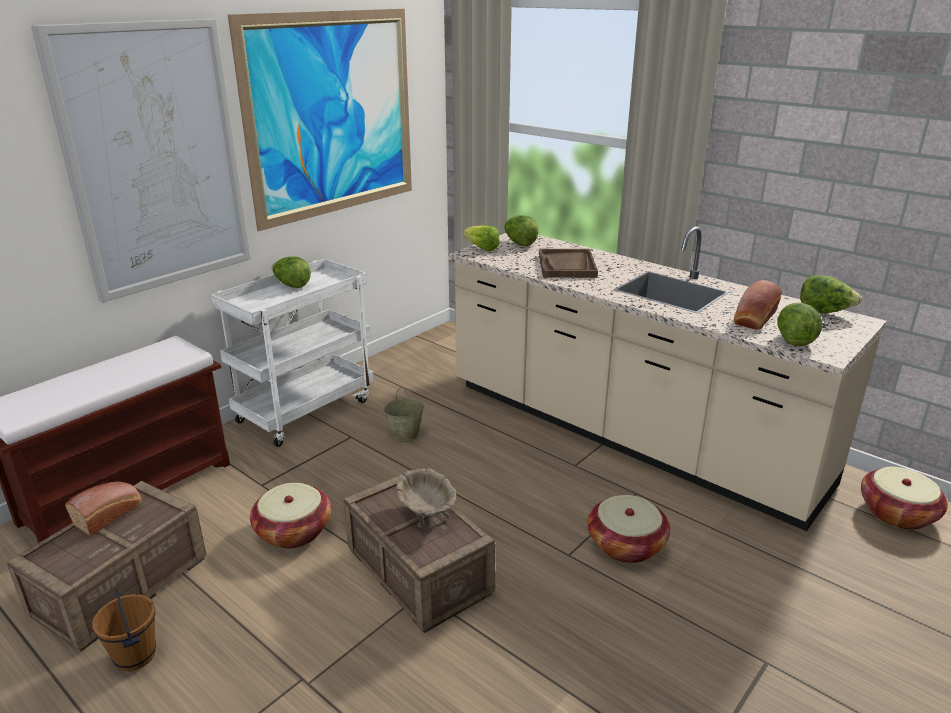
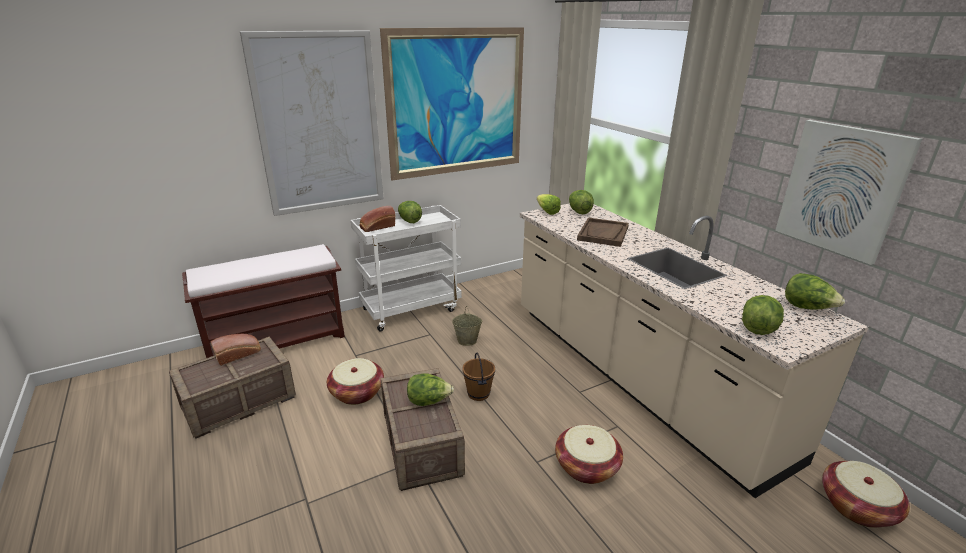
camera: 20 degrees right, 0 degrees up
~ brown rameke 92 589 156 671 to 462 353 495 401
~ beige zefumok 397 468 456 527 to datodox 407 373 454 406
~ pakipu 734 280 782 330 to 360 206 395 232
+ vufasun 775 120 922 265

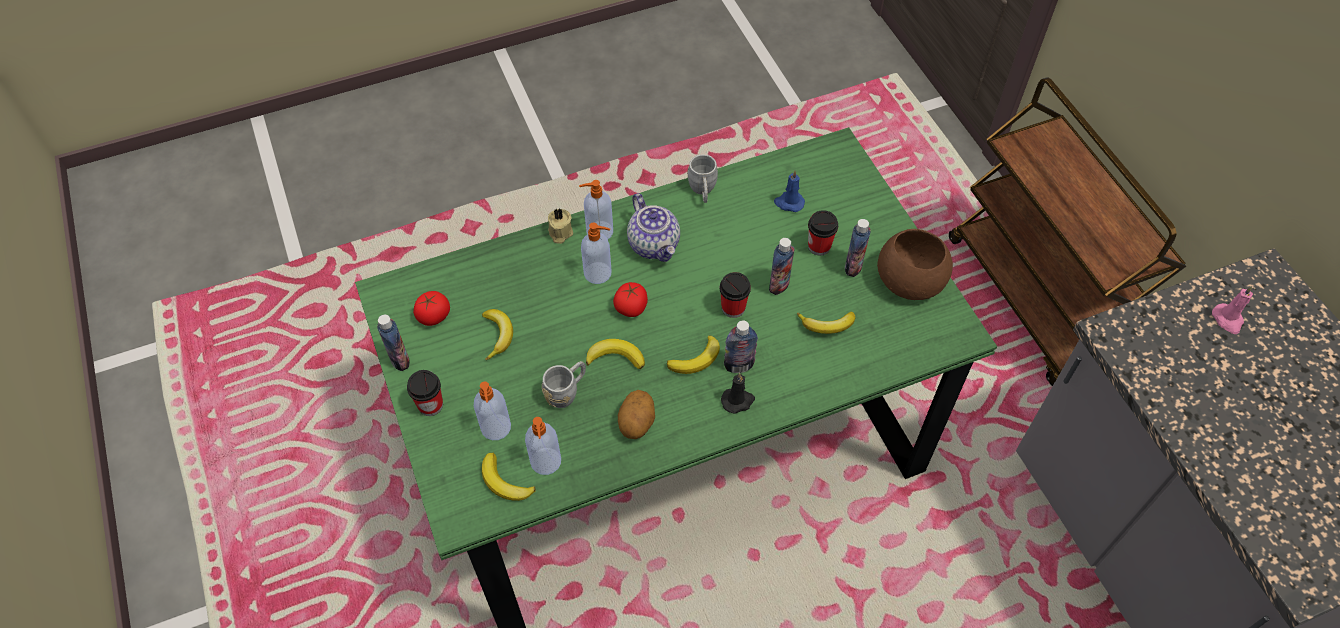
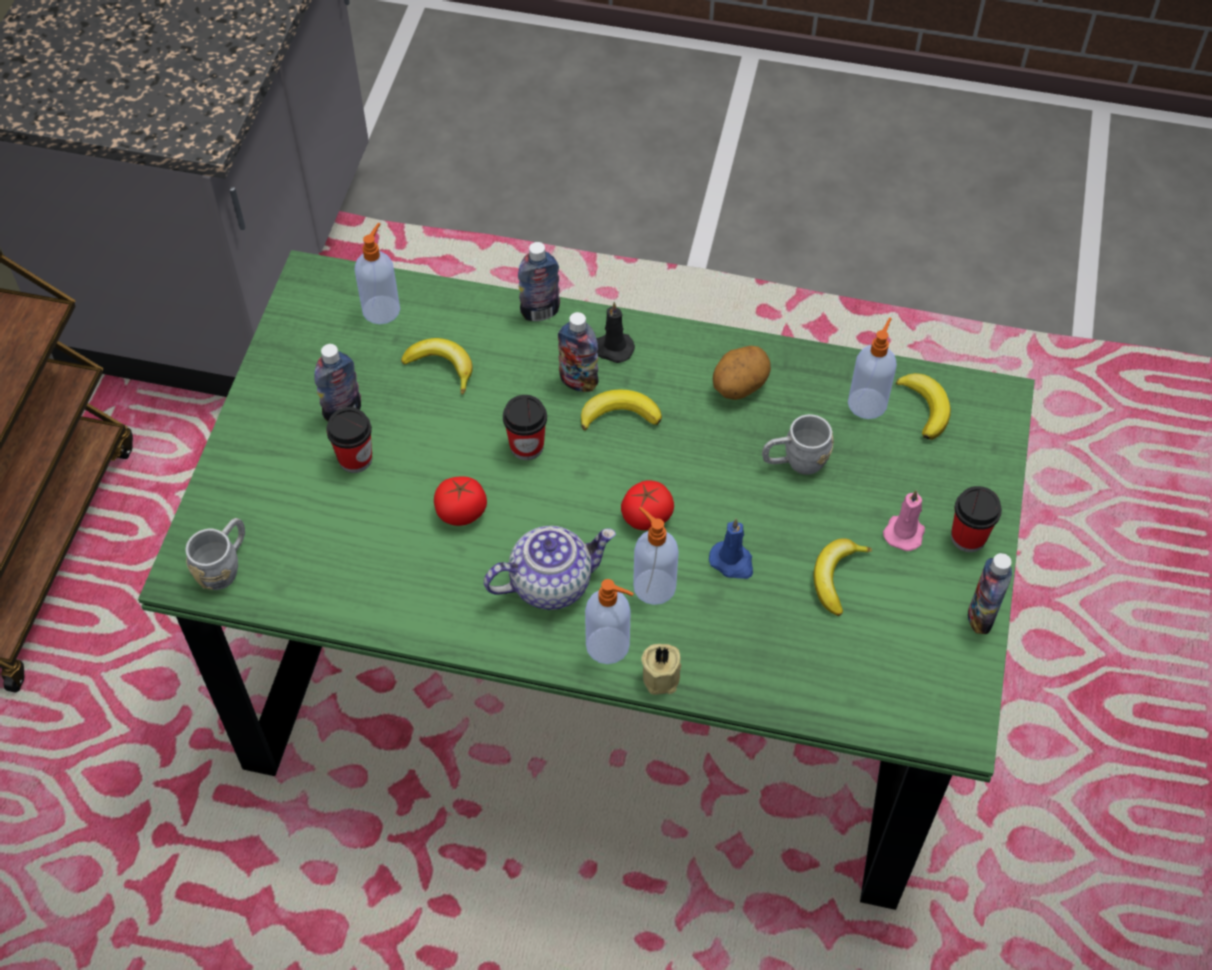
camera: 145 degrees left, 0 degrees up
~ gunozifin 413 291 450 326 to 434 477 487 526
~ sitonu 474 381 511 440 to 354 223 400 324
- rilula 586 339 645 369
~ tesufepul 627 193 680 262 = 484 526 616 610 60 degrees clockwise
~ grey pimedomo 687 154 718 203 to 185 518 245 590
~ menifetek 769 238 795 295 to 518 242 560 321
~ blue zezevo 774 170 805 212 to 709 518 753 579
- brown zefumok 877 229 953 300
~ pink zezevo 1212 286 1253 334 to 883 490 925 551

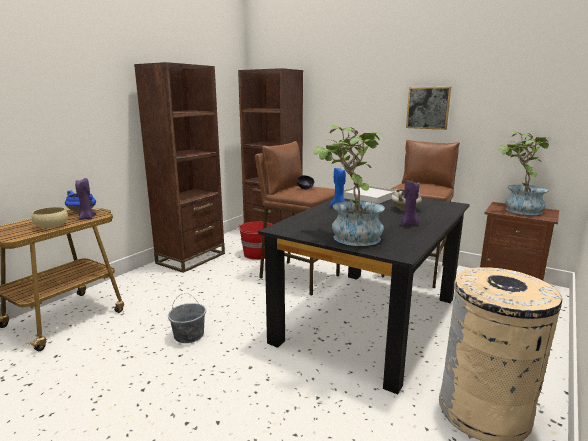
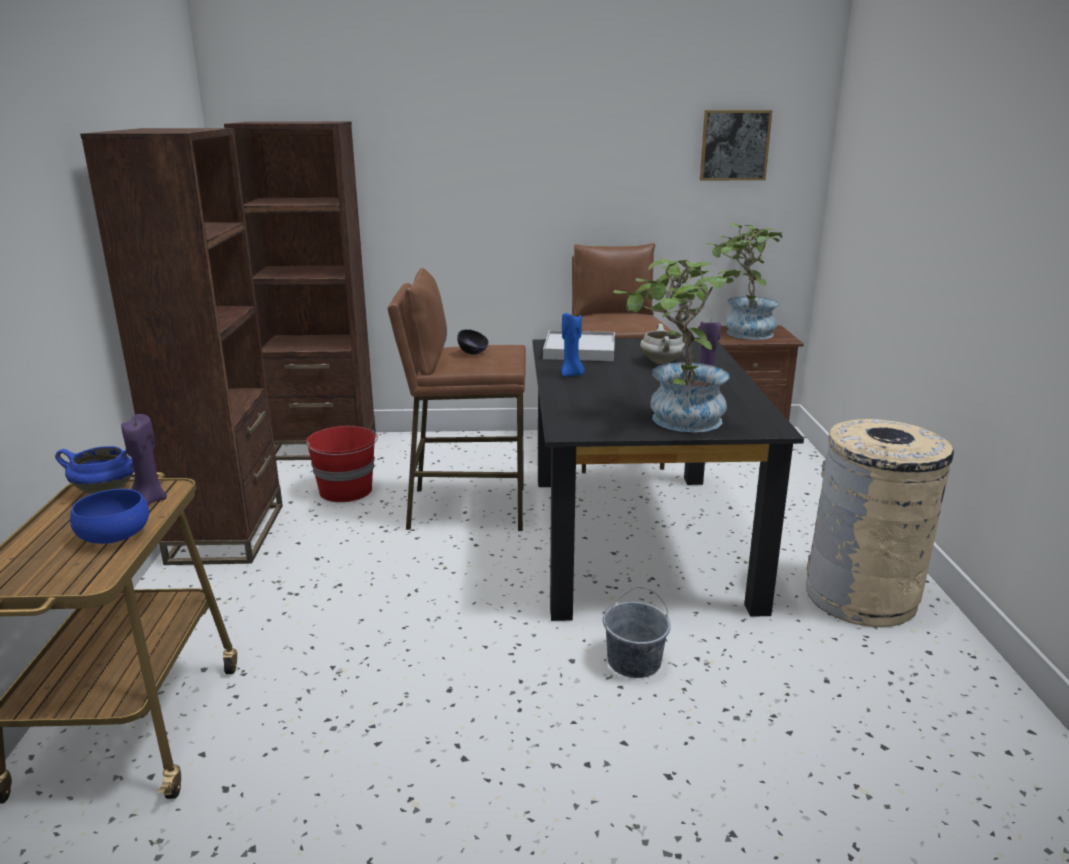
camera: 35 degrees left, 5 degrees up
~ beige zefumok 32 207 68 228 to blue zefumok 70 489 149 544
~ grey rameke 168 293 206 343 to 603 587 671 678
~ vufasun 406 87 451 130 to 700 110 772 180

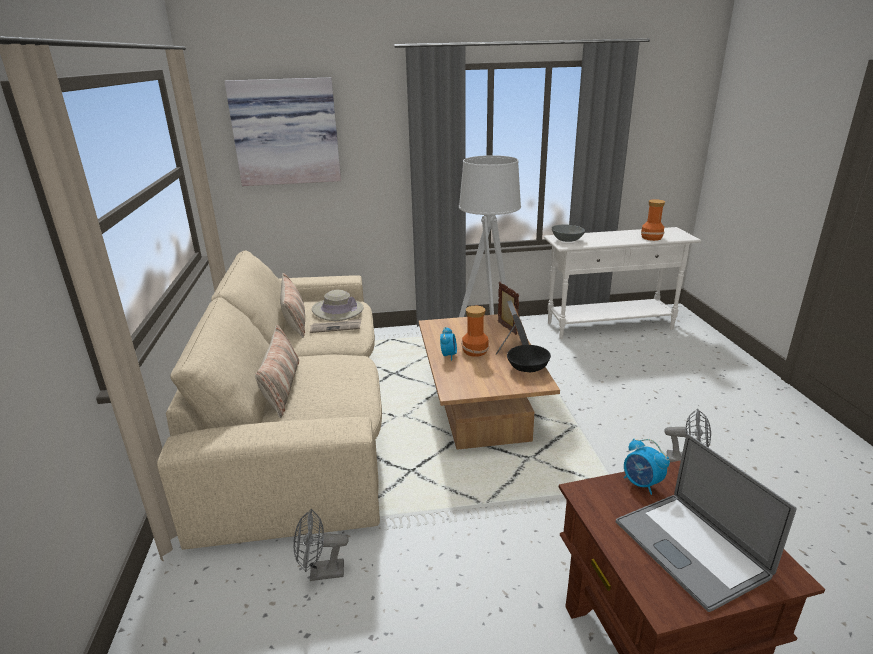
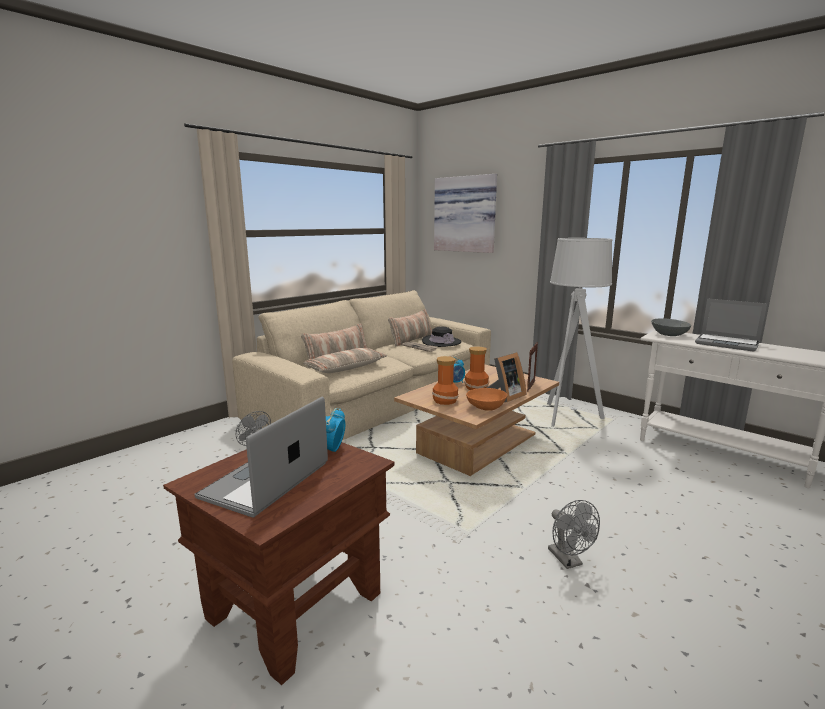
camera: 50 degrees right, 10 degrees down
~ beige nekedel 312 290 364 321 to black nekedel 422 327 461 347
~ black zefumok 507 345 551 372 to orange zefumok 466 388 507 411
~ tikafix 641 199 665 241 to 432 356 459 405
+ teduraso 303 348 388 373
+ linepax 695 298 767 352

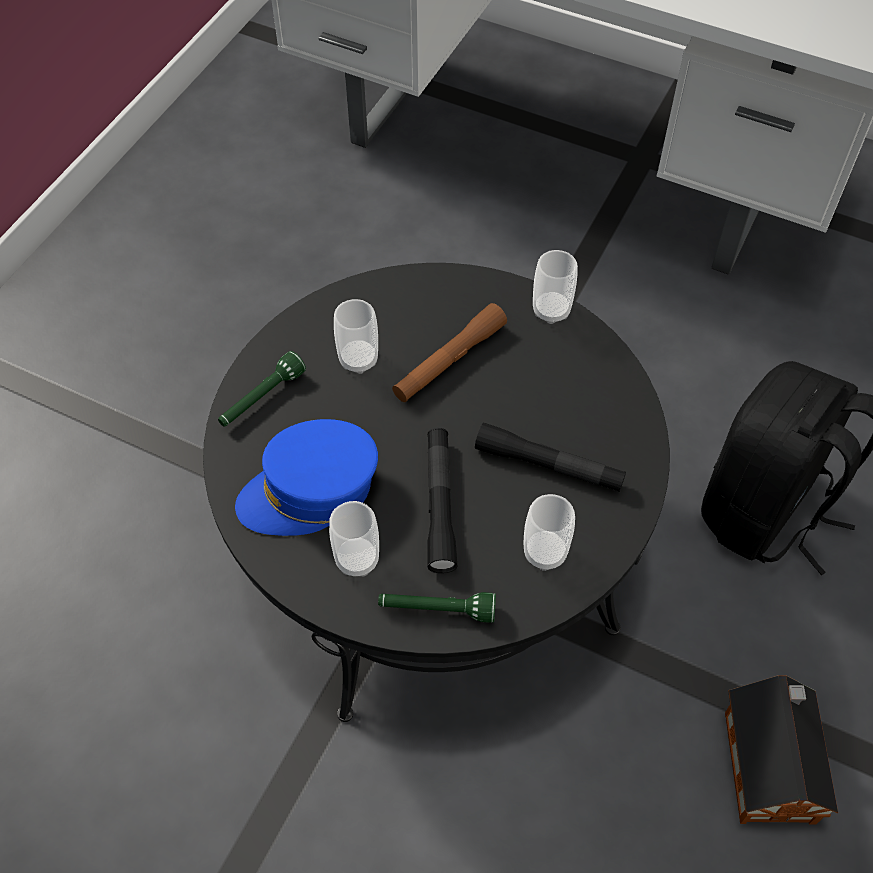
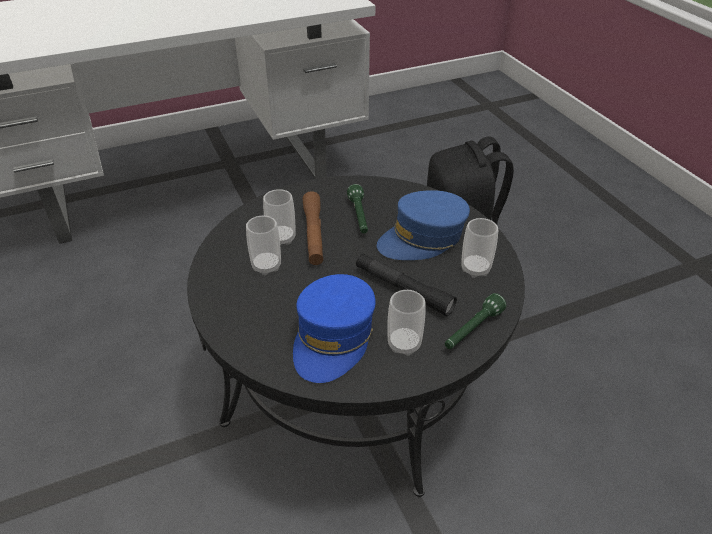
camera: 50 degrees left, 15 degrees down
~ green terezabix 218 351 306 427 to 347 184 368 233
~ black terezabix 475 423 626 492 to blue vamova 377 190 470 260
~ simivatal 533 250 578 324 to 263 189 295 245
- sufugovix 725 675 838 824

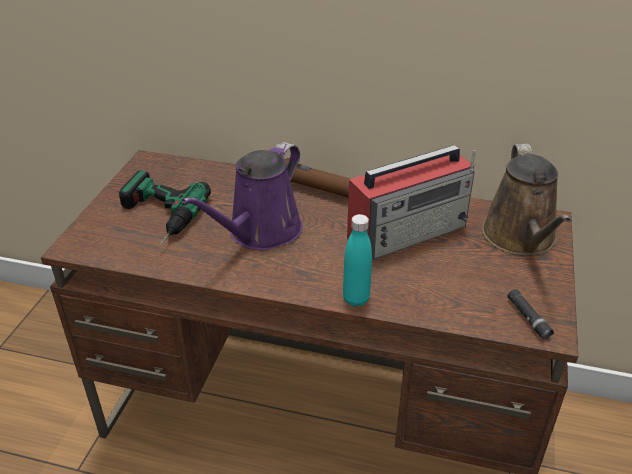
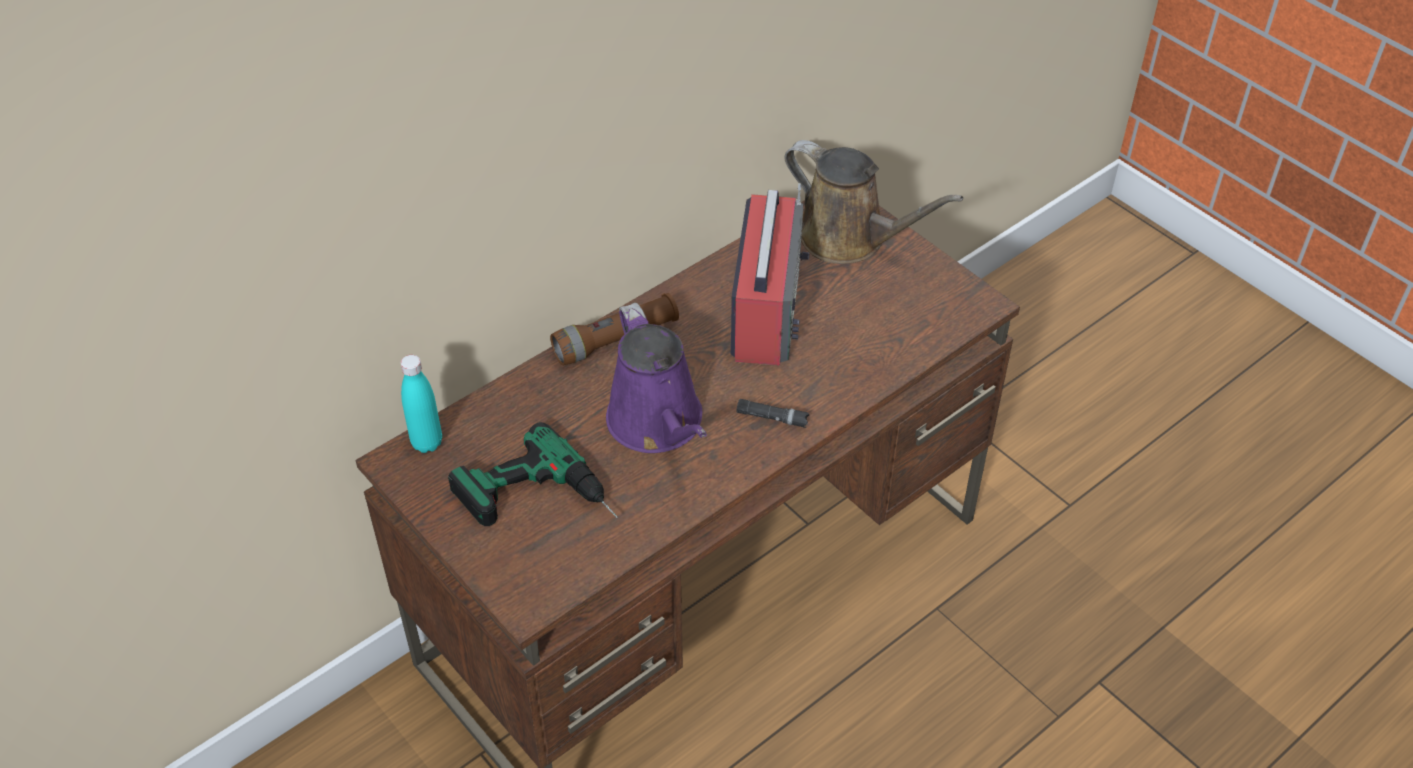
camera: 55 degrees left, 10 degrees up
~ turquoise menifetek 343 214 372 307 to 401 355 442 453
~ black terezabix 507 289 554 340 to 737 399 809 428

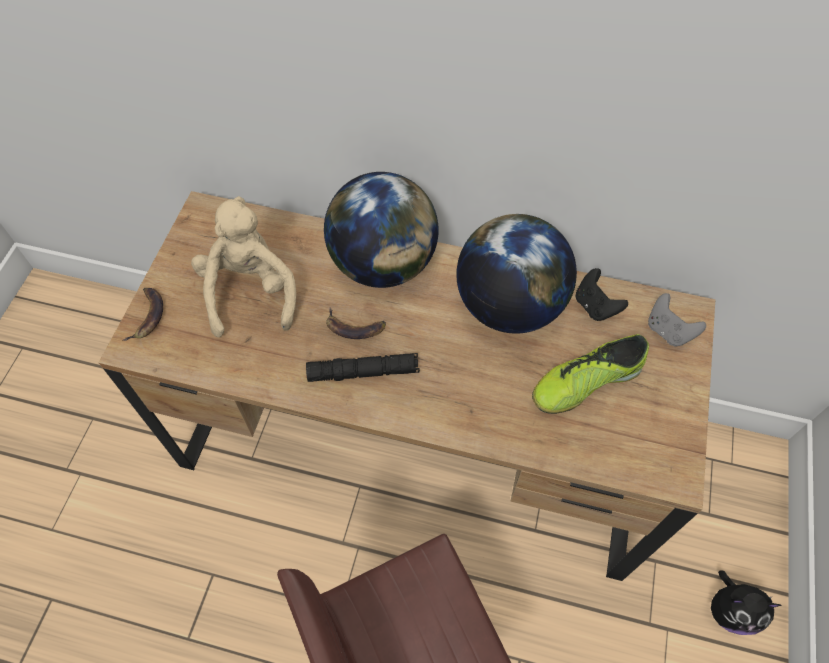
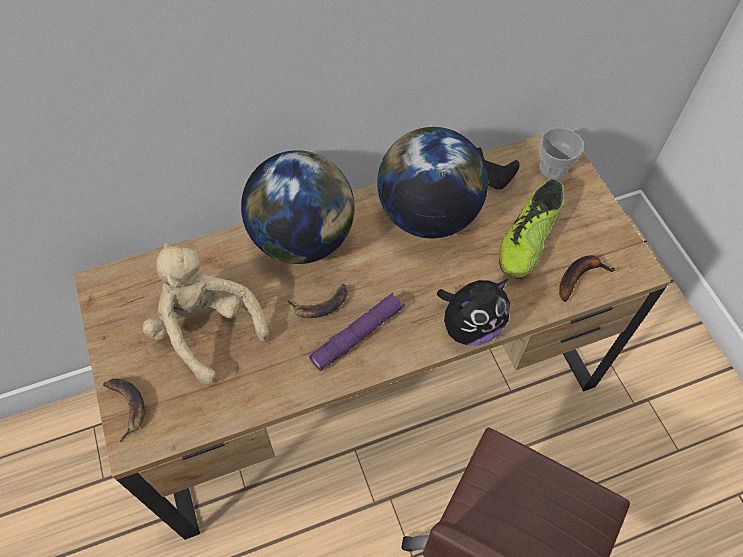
camera: 35 degrees left, 0 degrees up
~ black terezabix 306 353 420 382 to purple terezabix 309 293 405 371
~ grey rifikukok 648 293 706 347 to simivatal 539 128 584 179
~ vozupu 711 570 782 635 to 437 279 510 345
+ rilula 559 255 615 302

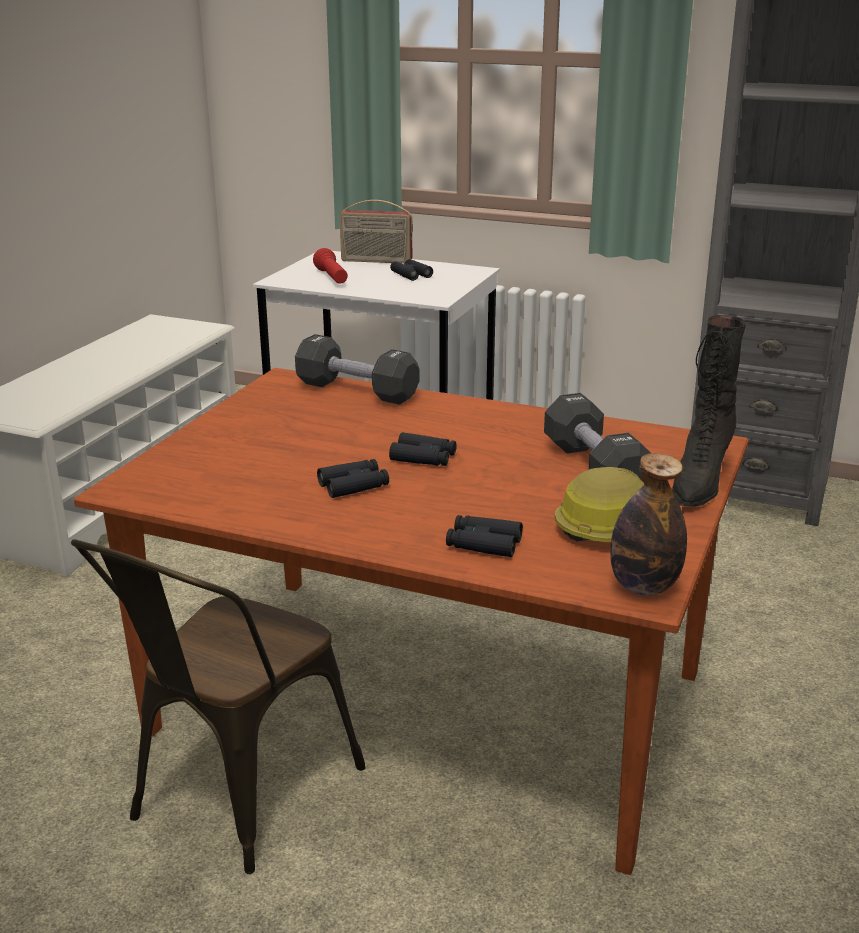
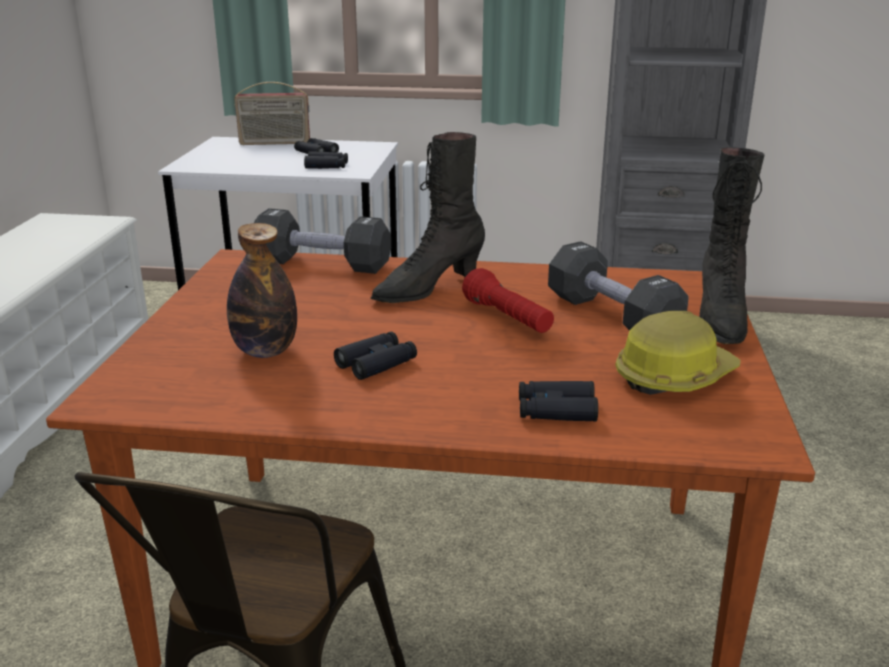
camera: 15 degrees left, 0 degrees up
~ red terezabix 313 248 348 284 to 462 268 554 333
~ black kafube 389 432 457 466 to 304 151 348 169
~ menifetek 610 453 687 596 to 227 223 297 358
+ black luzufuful 371 132 485 303

